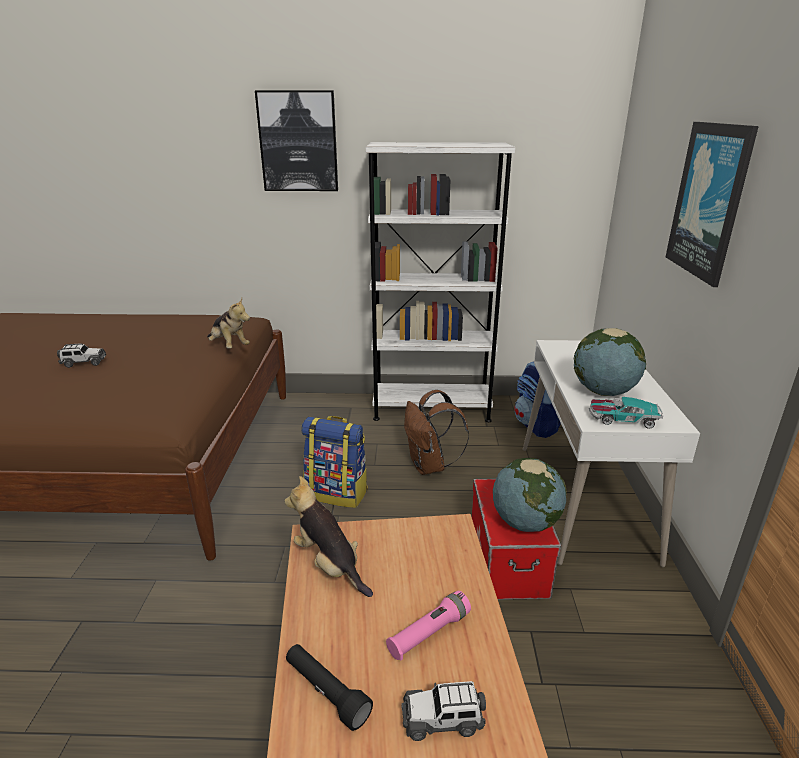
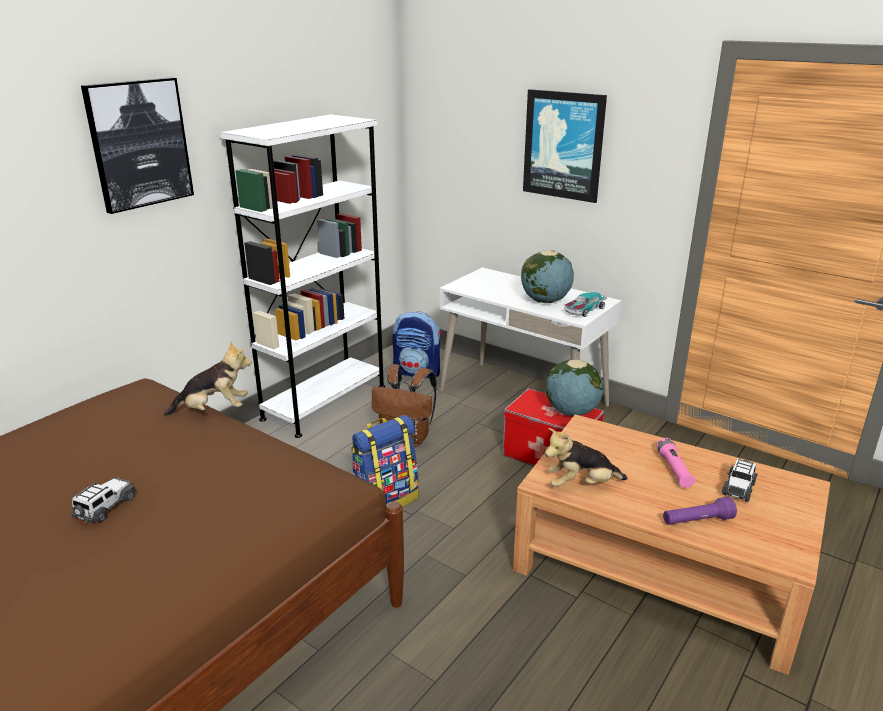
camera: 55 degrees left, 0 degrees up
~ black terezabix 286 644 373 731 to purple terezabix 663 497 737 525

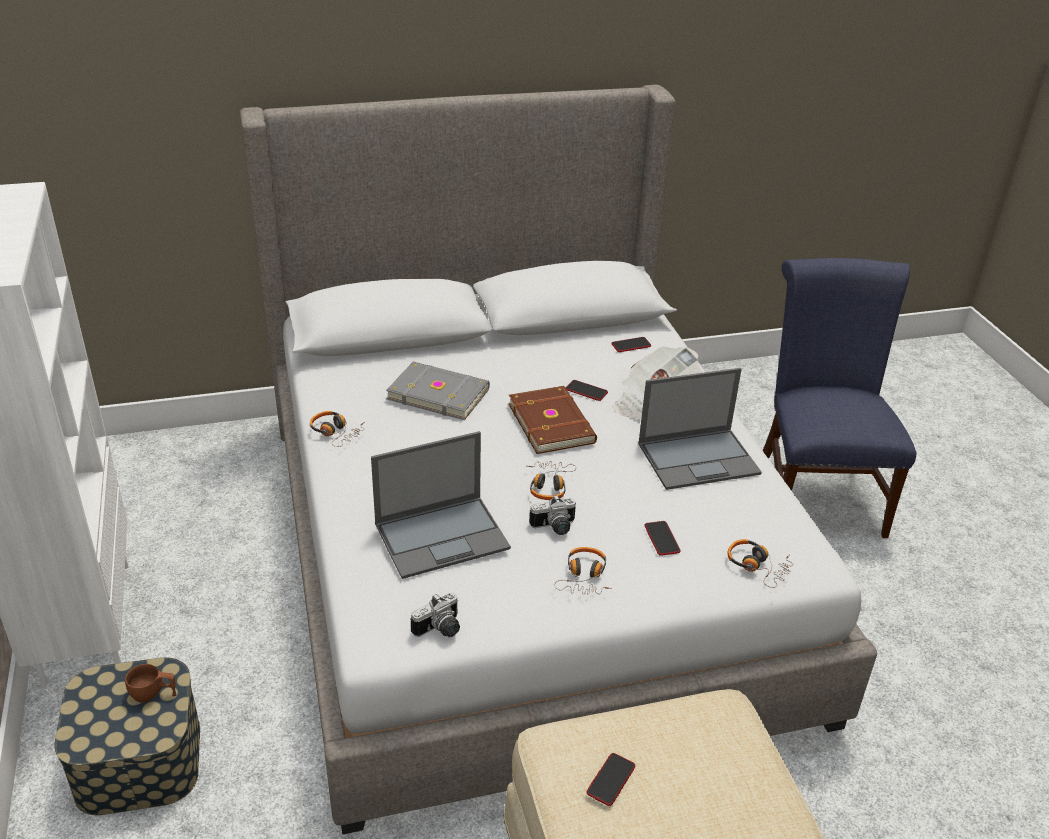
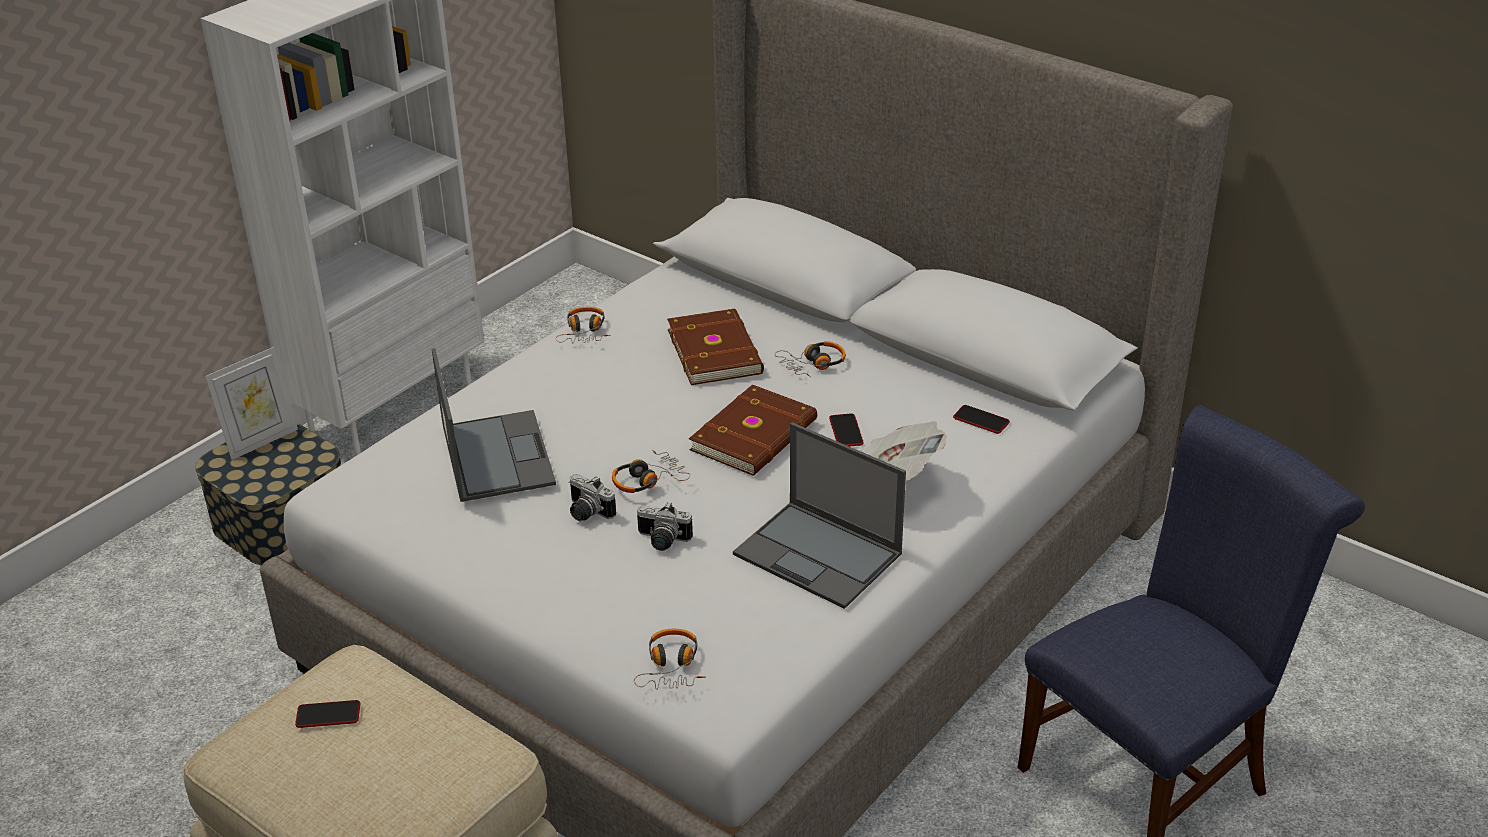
camera: 55 degrees right, 0 degrees up
- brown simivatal 125 664 176 703
~ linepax 371 431 511 579 = 432 348 556 502 135 degrees counterclockwise
~ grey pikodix 386 362 490 420 to brown pikodix 667 309 764 385
~ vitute 411 592 460 637 to 637 502 693 551
~ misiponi 554 547 612 595 to 775 341 846 377
- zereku 644 521 681 556
+ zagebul 205 347 298 460

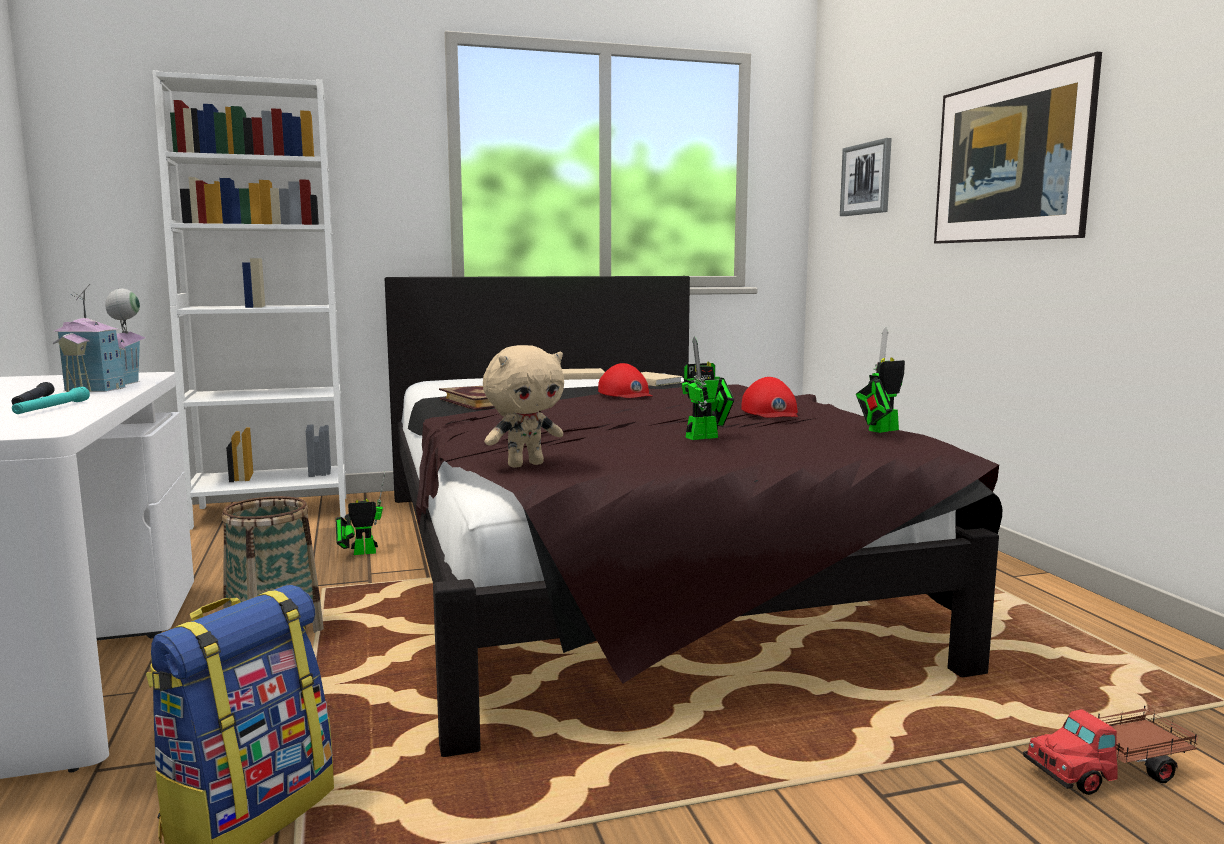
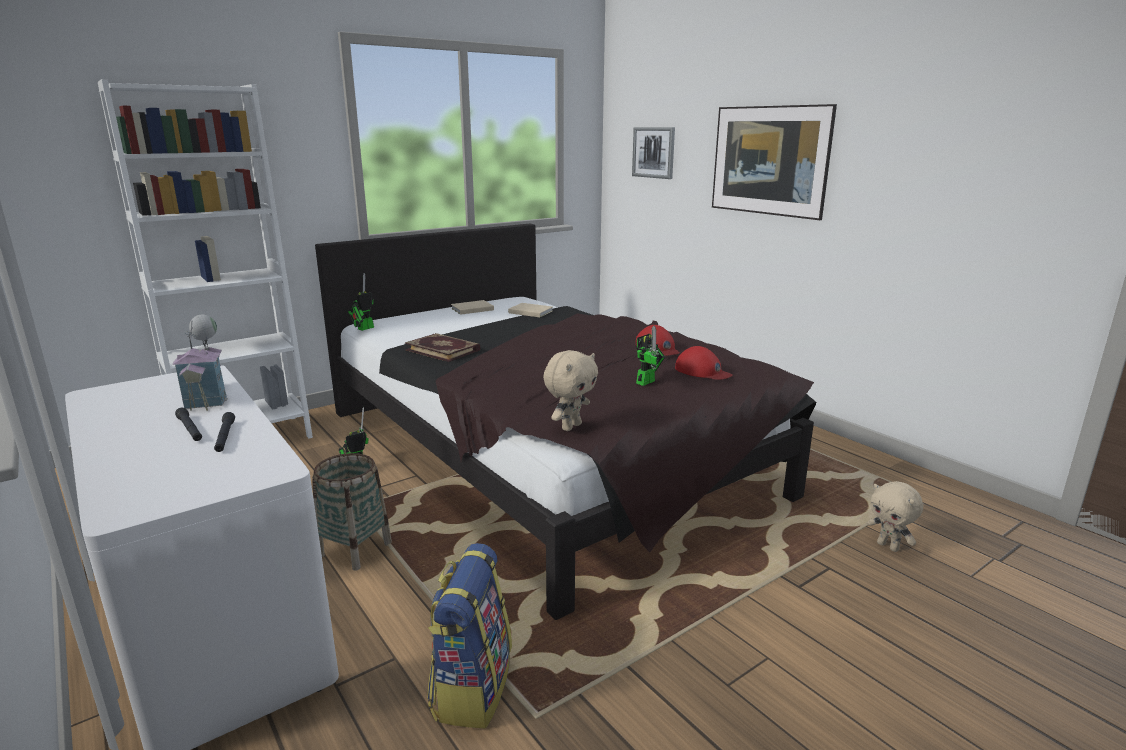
camera: 20 degrees left, 10 degrees up
~ turquoise terezabix 12 387 90 414 to black terezabix 214 412 235 452
~ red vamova 598 363 653 398 to 675 346 733 380
~ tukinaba 856 327 905 433 to 348 273 374 331
~ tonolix 1023 706 1198 795 to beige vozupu 867 481 923 552

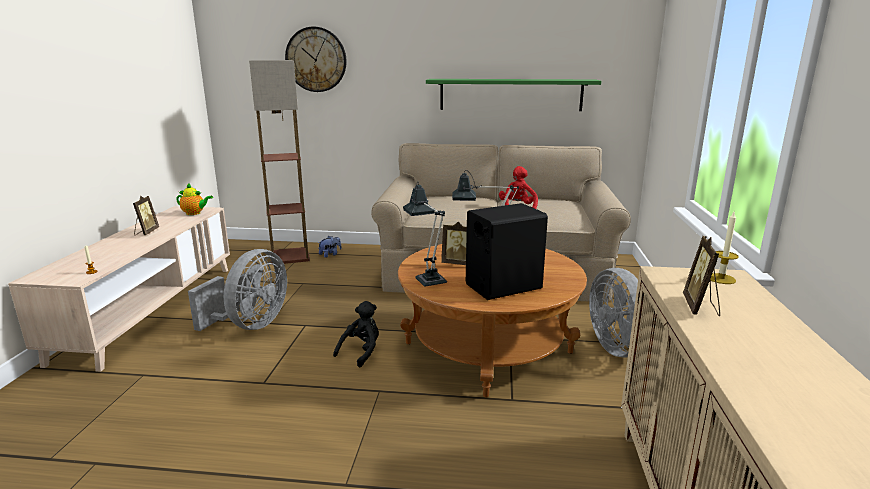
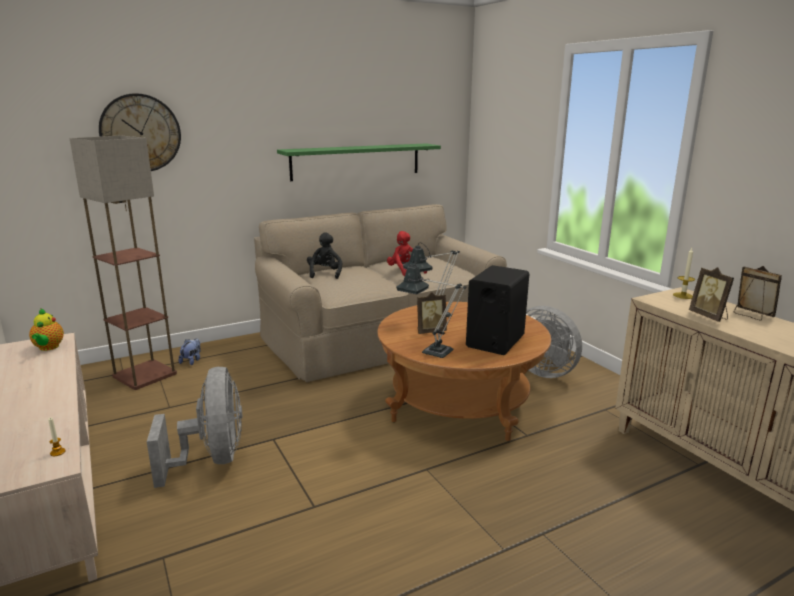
camera: 35 degrees left, 0 degrees up
~ zagebul 133 196 159 235 to 734 266 782 321
~ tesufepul 176 184 213 215 = 29 308 64 351 105 degrees clockwise
~ black vozupu 333 301 379 367 to 307 232 342 279

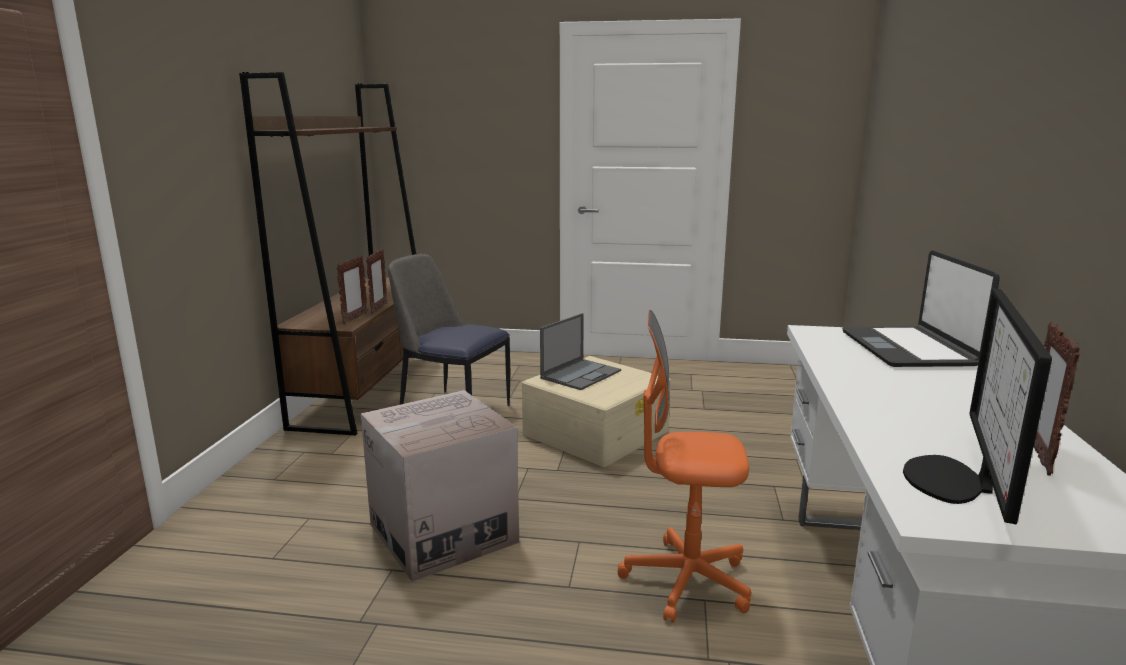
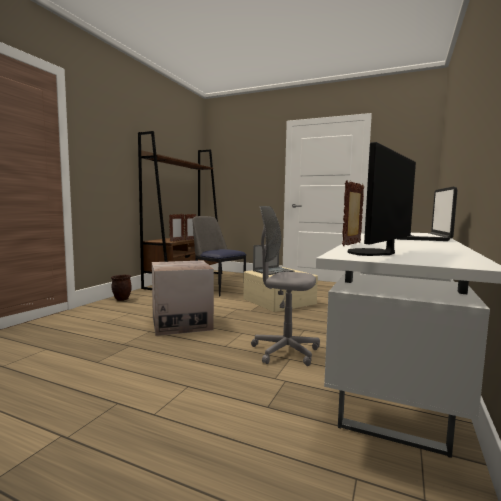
camera: 15 degrees right, 10 degrees down
~ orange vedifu 617 310 751 623 to grey vedifu 251 206 320 366
~ zagebul 1034 321 1080 476 to 342 180 364 246
+ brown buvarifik 111 274 132 301

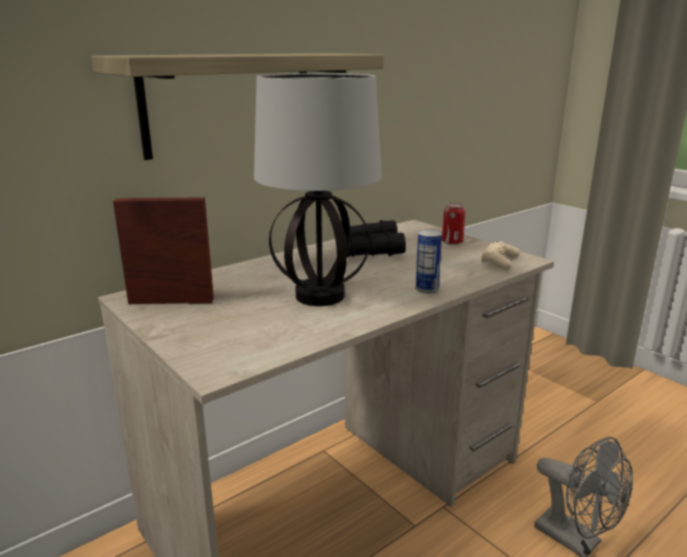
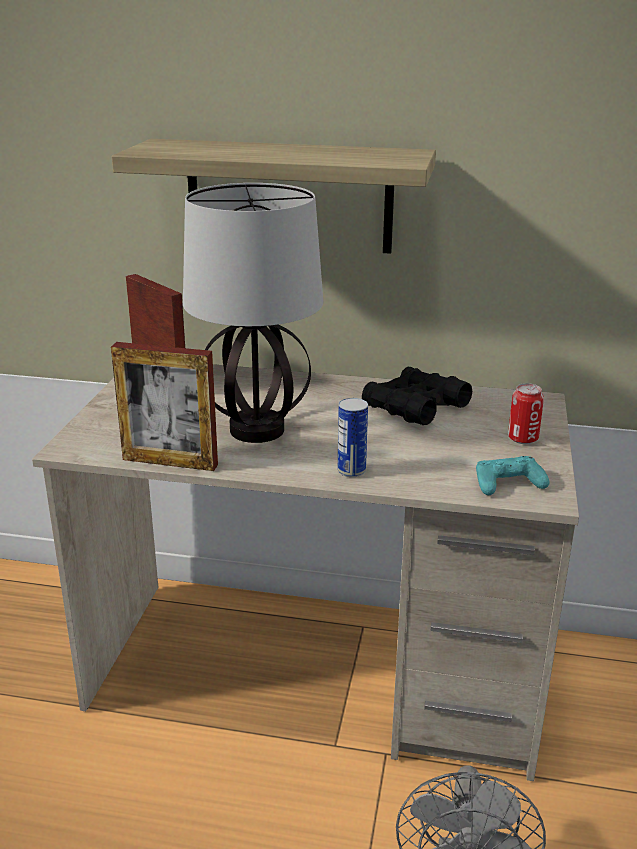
camera: 50 degrees right, 5 degrees up
~ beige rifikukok 481 241 520 270 to turquoise rifikukok 476 456 550 495
+ zagebul 111 342 218 471

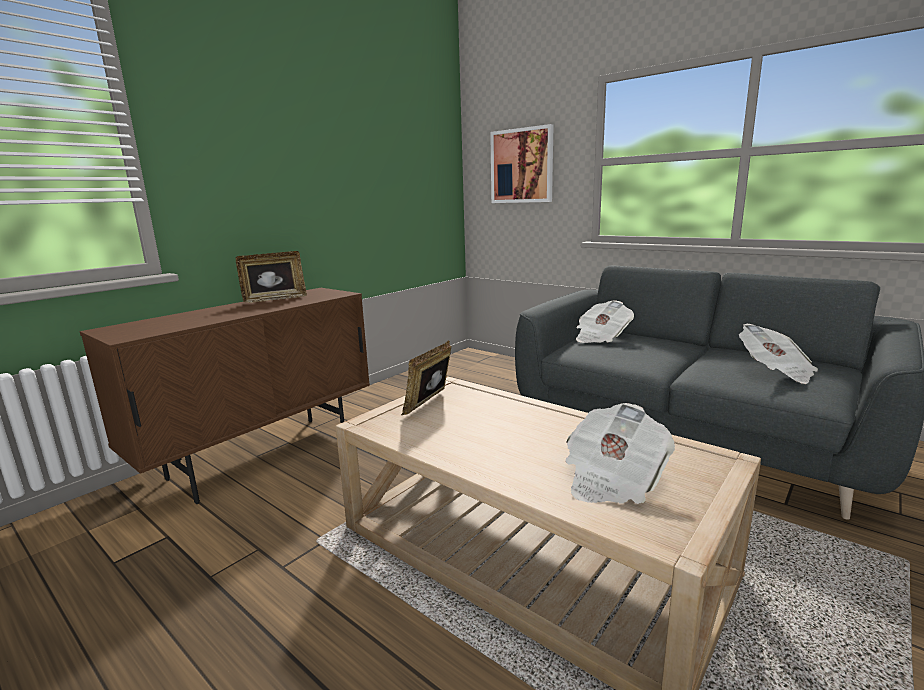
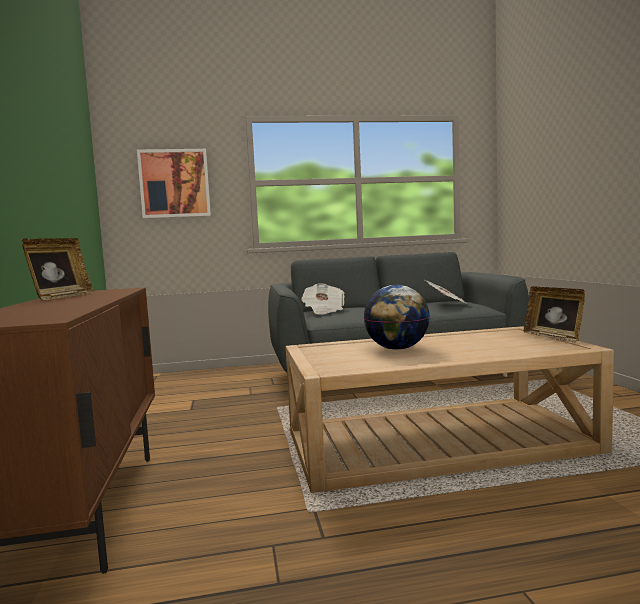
camera: 50 degrees left, 10 degrees down
~ zagebul 401 340 451 415 to 524 286 585 343
- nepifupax 565 403 675 504
+ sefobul 364 285 430 350

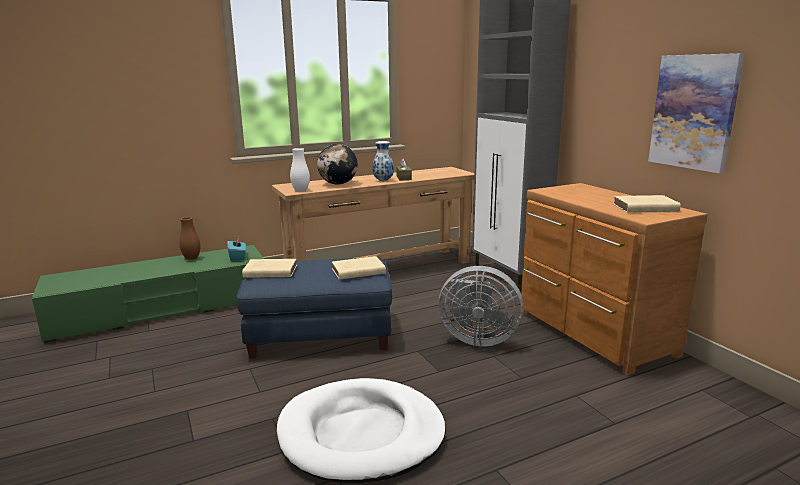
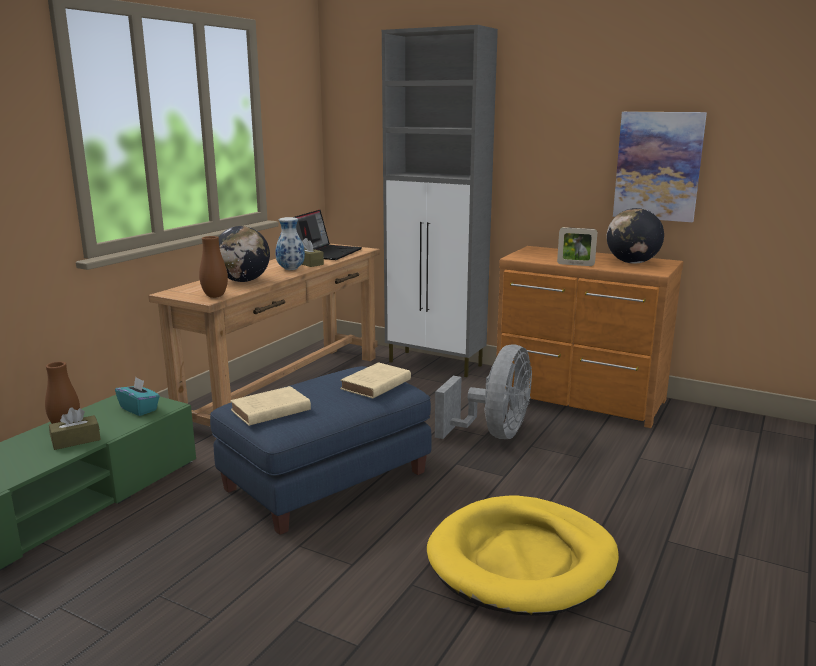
camera: 35 degrees left, 0 degrees up
~ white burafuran 277 378 446 483 to yellow burafuran 427 496 619 616
~ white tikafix 290 148 310 192 to brown tikafix 199 236 228 298
~ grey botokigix 438 266 524 347 = 435 344 532 439 45 degrees counterclockwise
~ beige pikodix 613 195 681 213 to sefobul 606 208 664 264
+ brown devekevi 49 407 101 450
+ linepax 294 210 362 260
+ zagebul 557 227 597 266

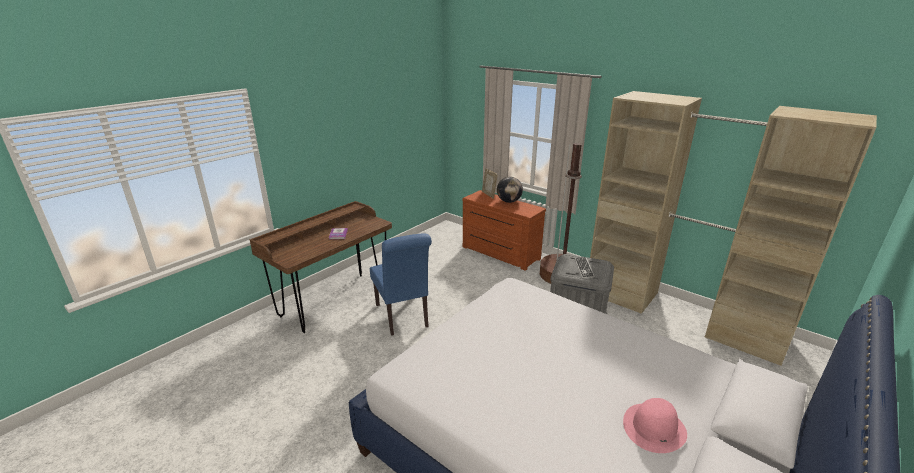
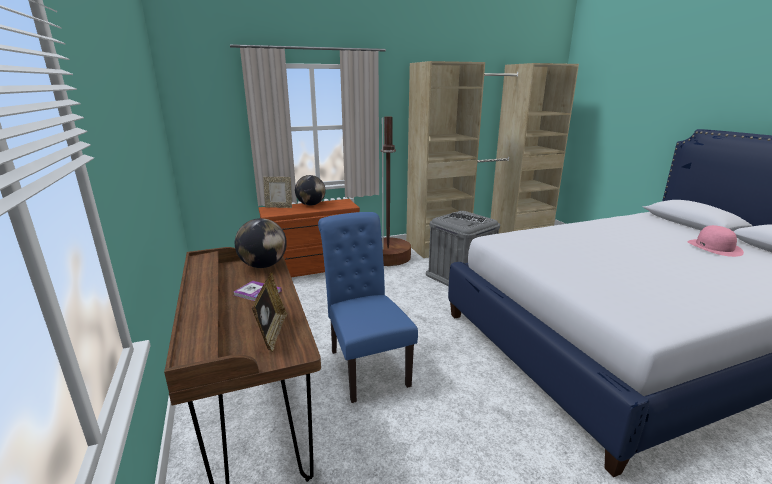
camera: 60 degrees left, 5 degrees down
~ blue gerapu 370 234 432 336 = 318 212 418 403 120 degrees counterclockwise
+ sefobul 235 218 287 268
+ zagebul 252 272 288 352

